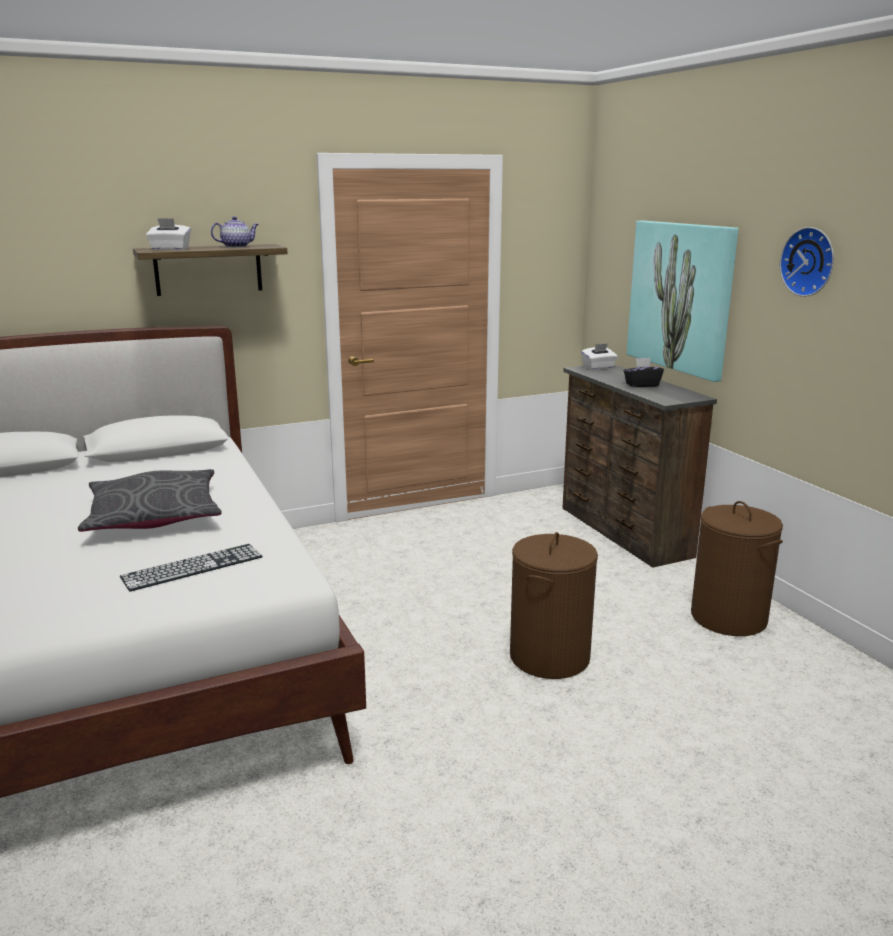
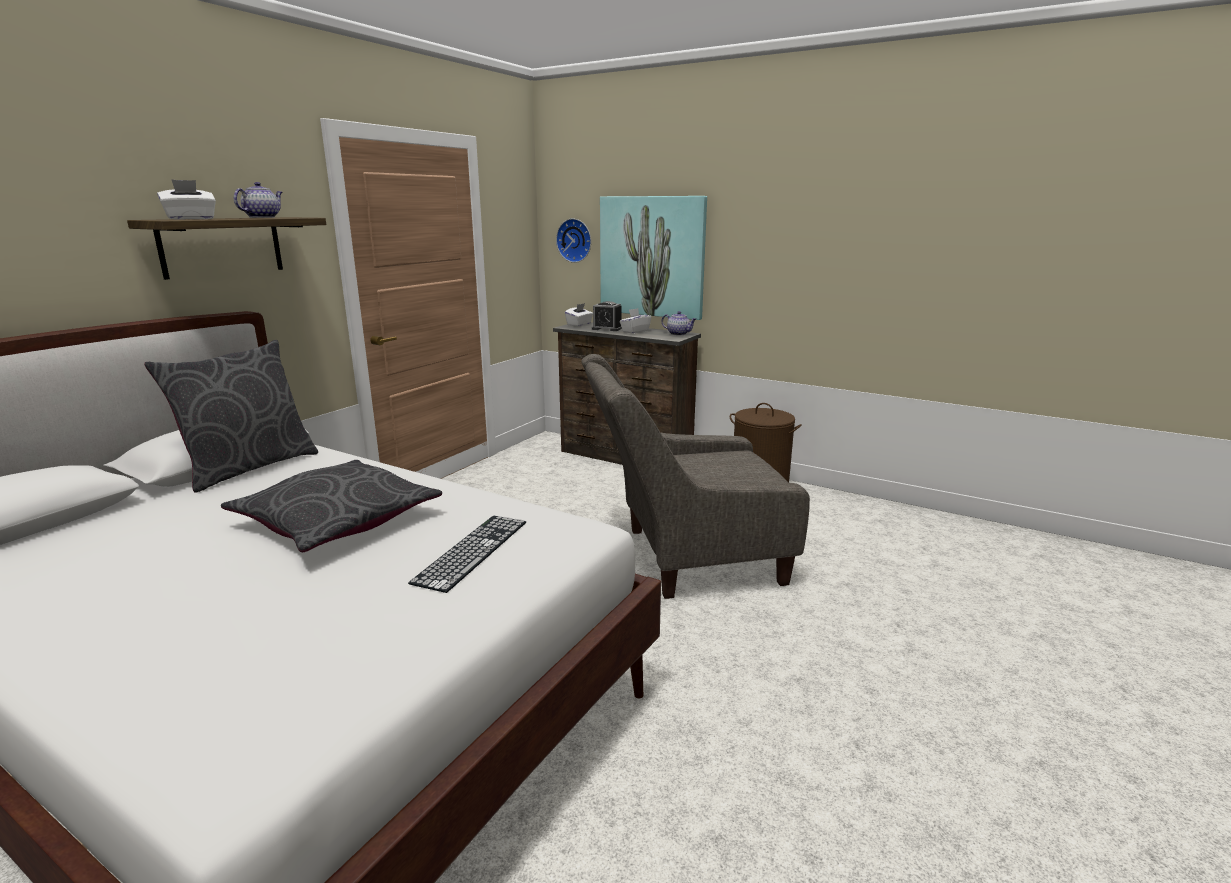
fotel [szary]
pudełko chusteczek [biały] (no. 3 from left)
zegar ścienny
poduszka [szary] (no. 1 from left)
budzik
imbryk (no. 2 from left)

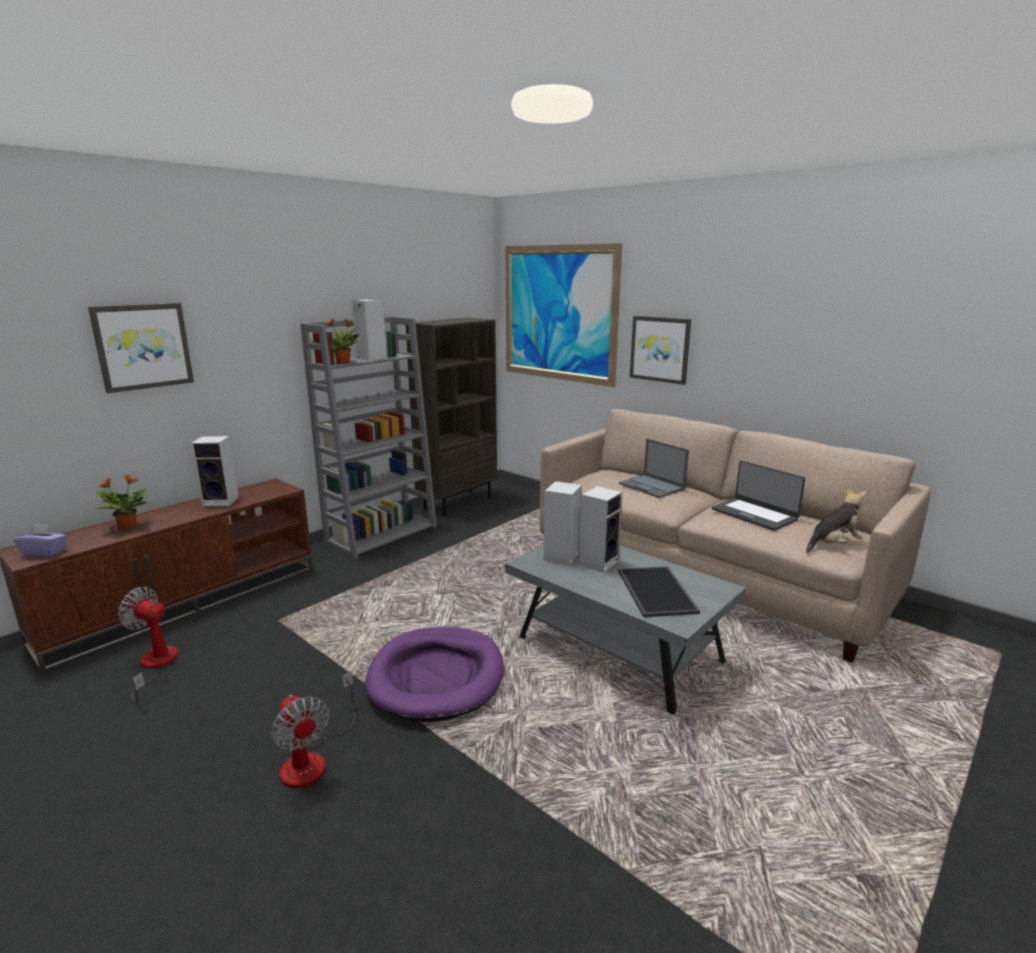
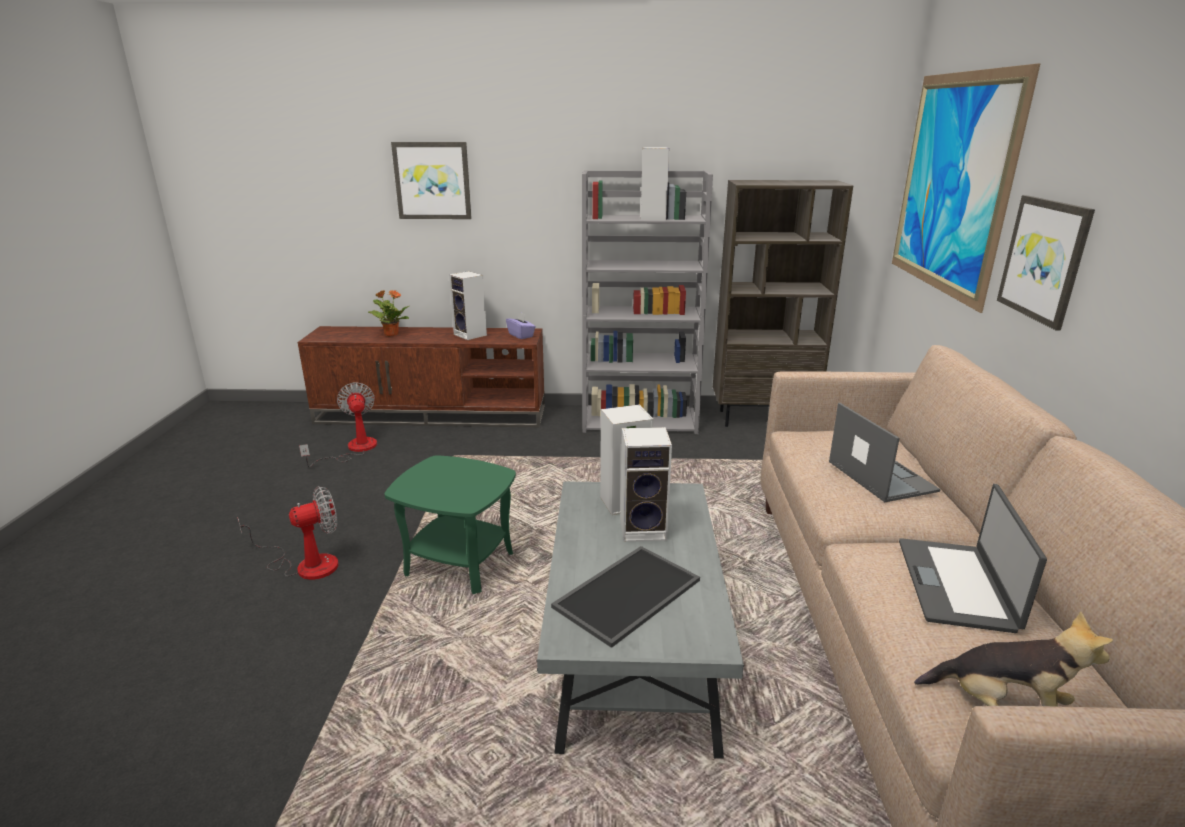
pudełko chusteczek [fioletowy]
wentylator (no. 1 from left)
roślina doniczkowa (no. 2 from left in the first image)
stolik [zielony]
laptop (no. 1 from left)

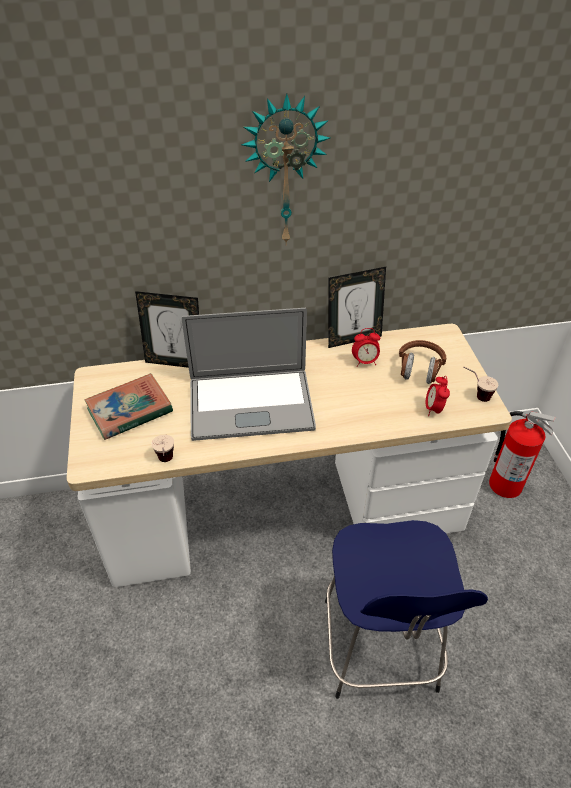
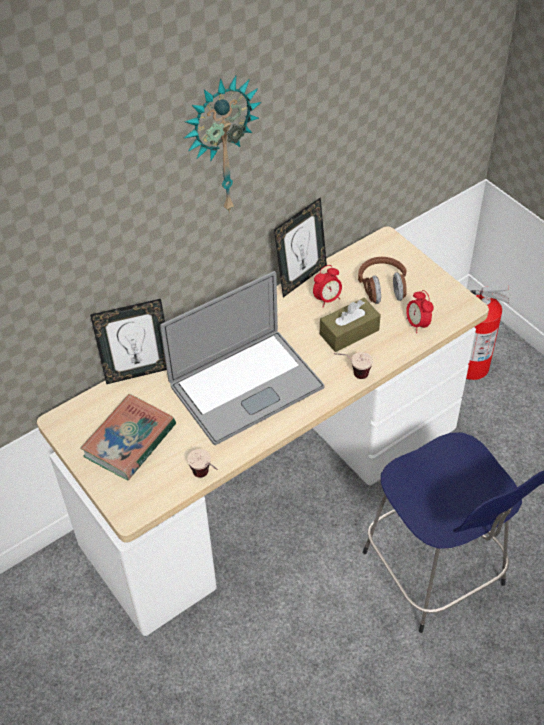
filiżanka (no. 2 from left)
pudełko chusteczek [brązowy]

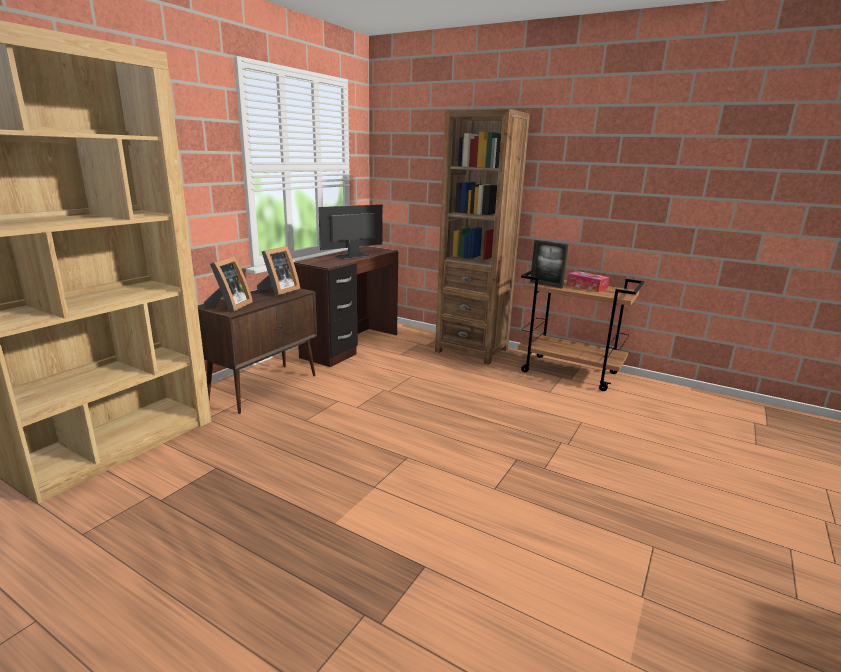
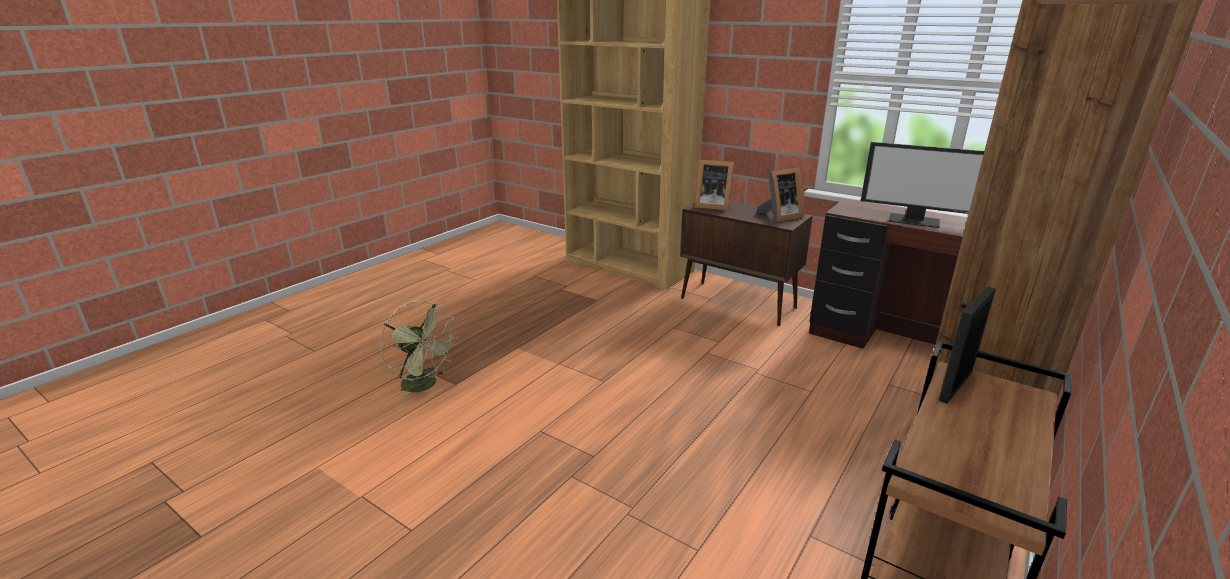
ramka na zdjęcie (no. 2 from left)
monitor
pudełko chusteczek
wentylator [zielony]

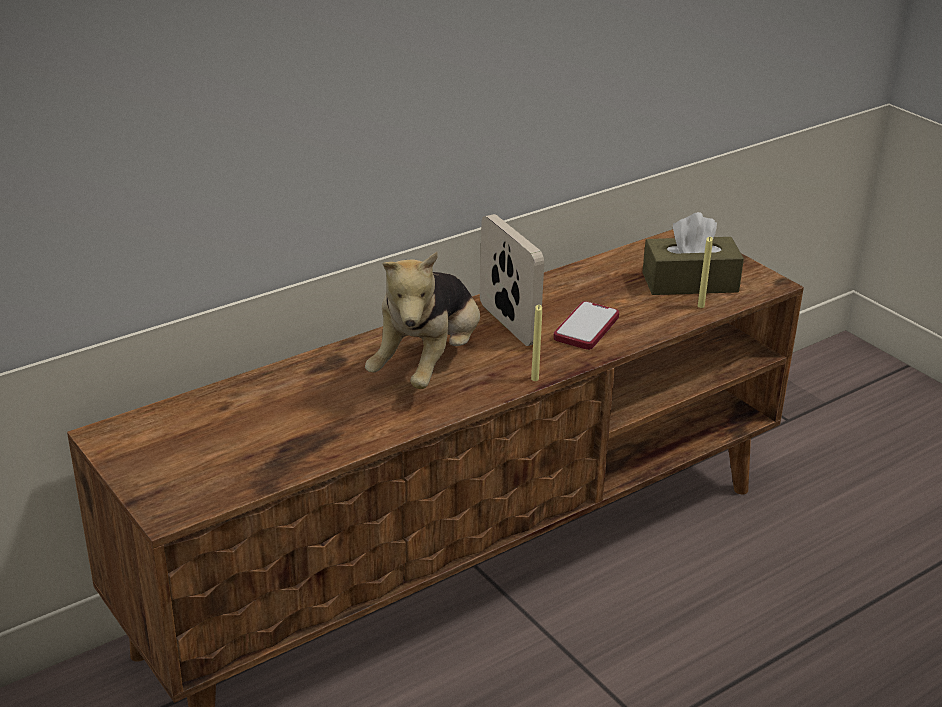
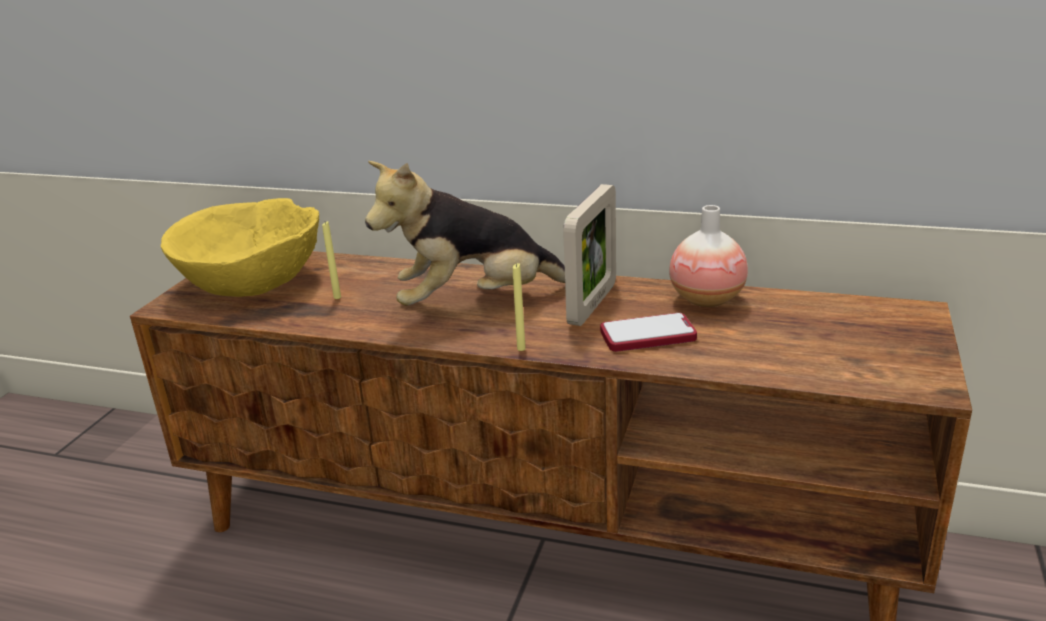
pudełko chusteczek [brązowy]
świeca [żółty] (no. 1 from left)
miska [żółty]
wazon

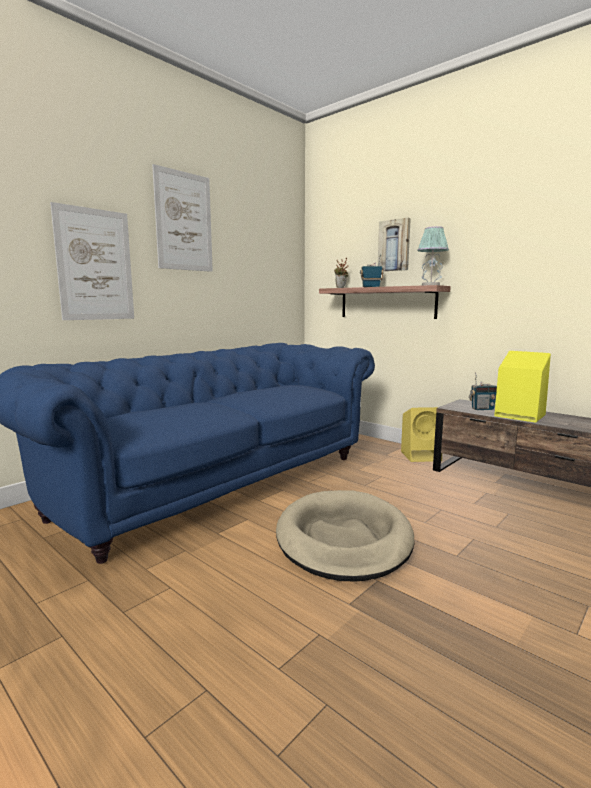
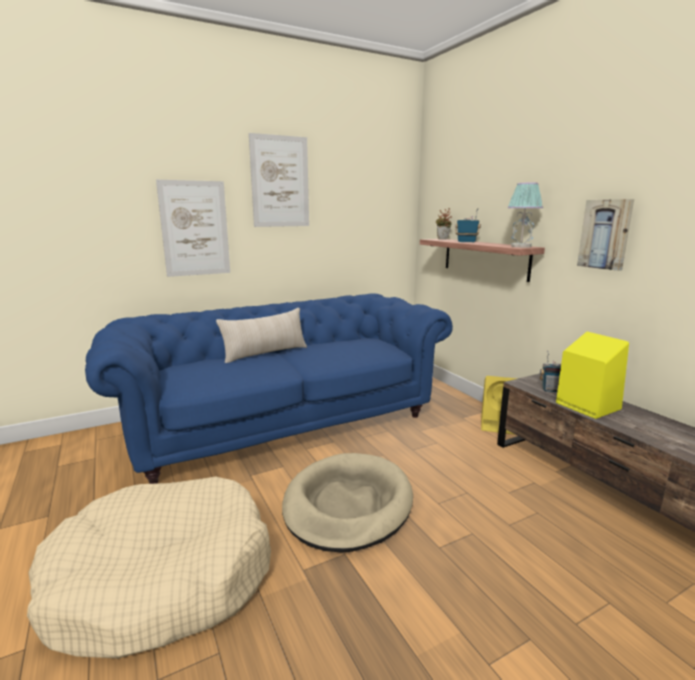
obraz (no. 3 from left)
legowisko [beżowy] (no. 1 from left)
poduszka [beżowy]

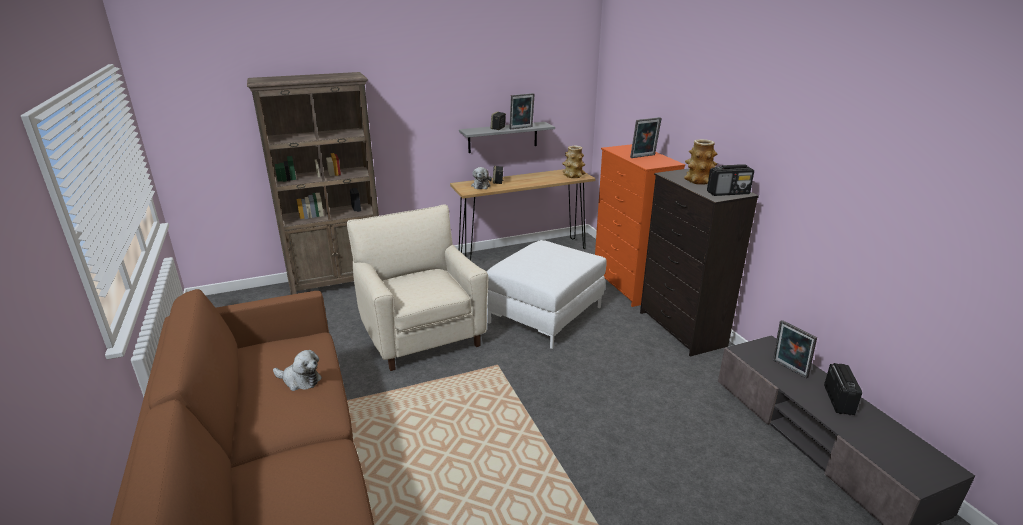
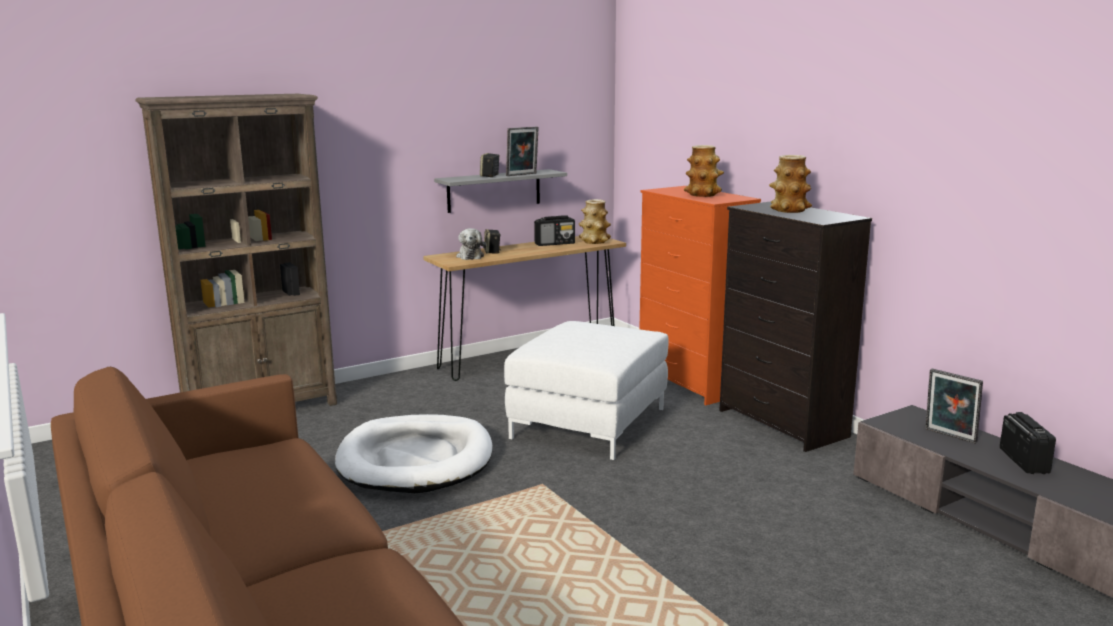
pluszak (no. 1 from left in the first image)
legowisko [biały]
wazon (no. 2 from left)
radio (no. 1 from left)

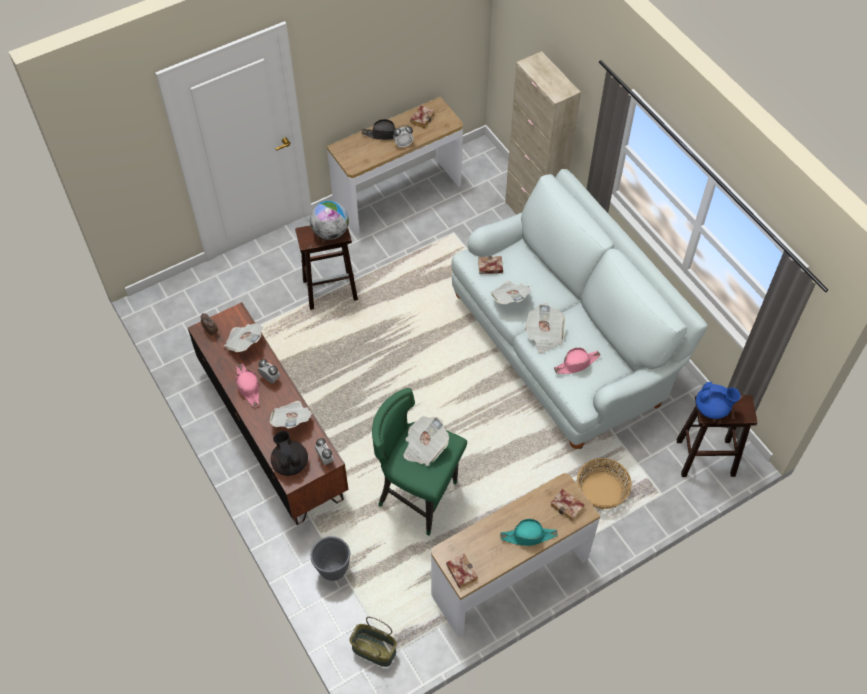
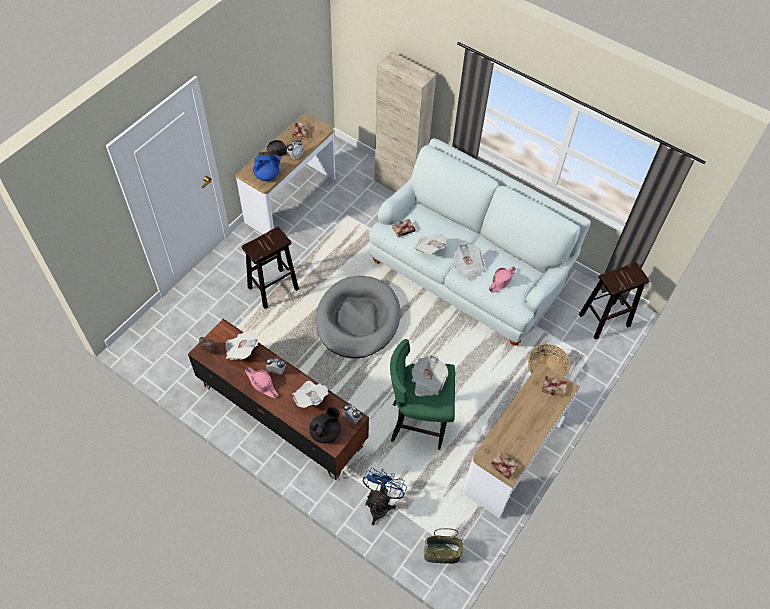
imbryk [czarny]
globus
wentylator [niebieski]
kapelusz [turkusowy]
imbryk [niebieski]
legowisko [szary]

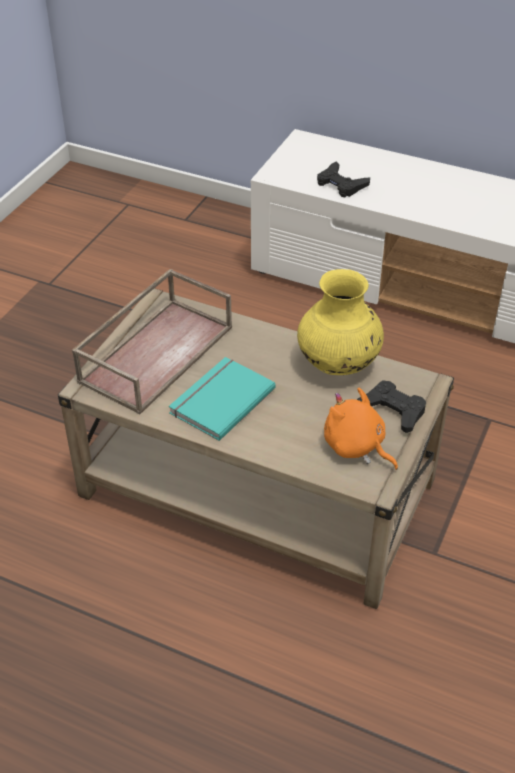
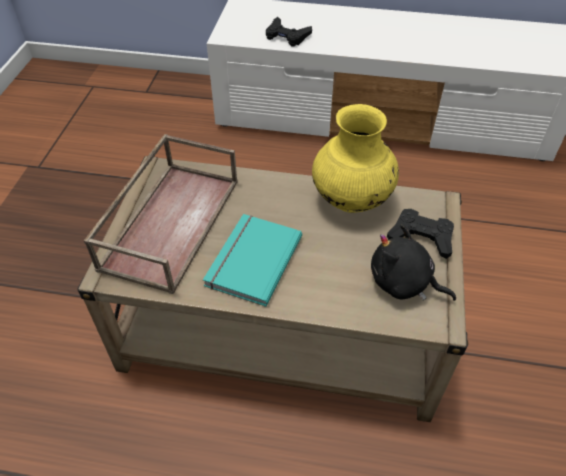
pluszak [czarny]

